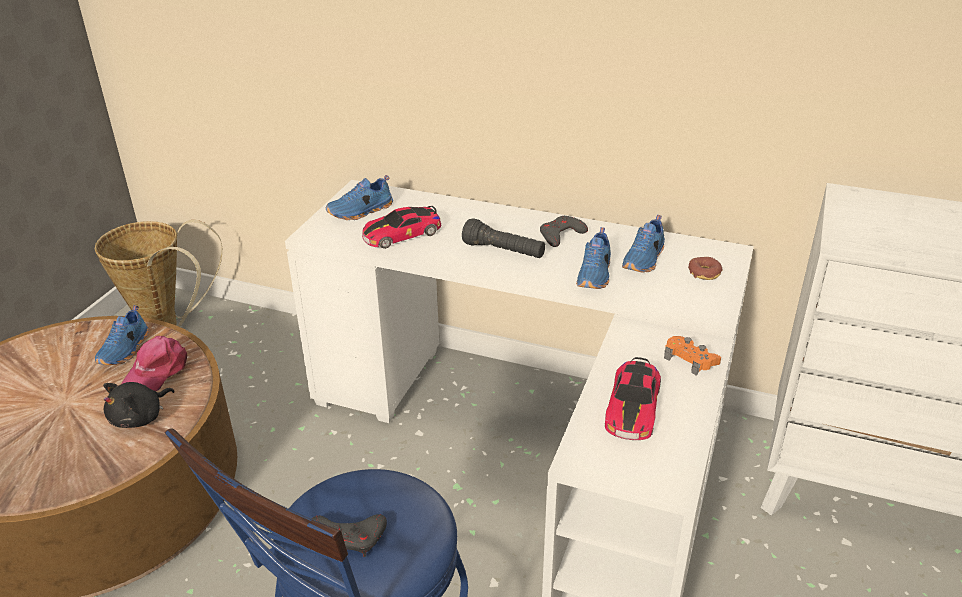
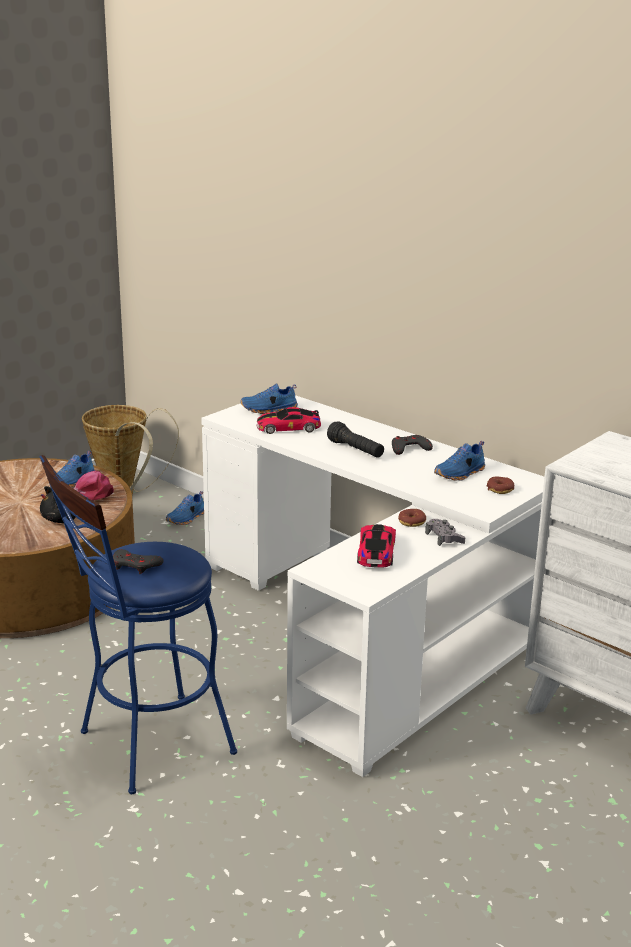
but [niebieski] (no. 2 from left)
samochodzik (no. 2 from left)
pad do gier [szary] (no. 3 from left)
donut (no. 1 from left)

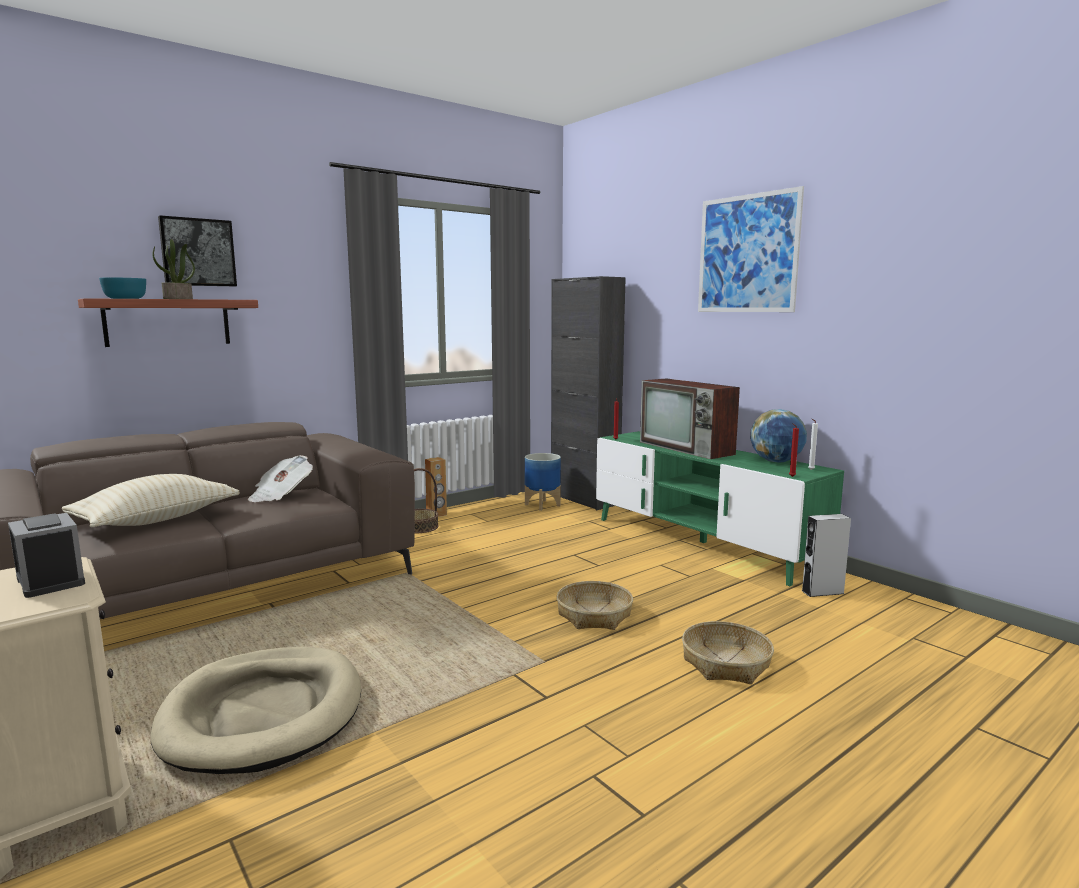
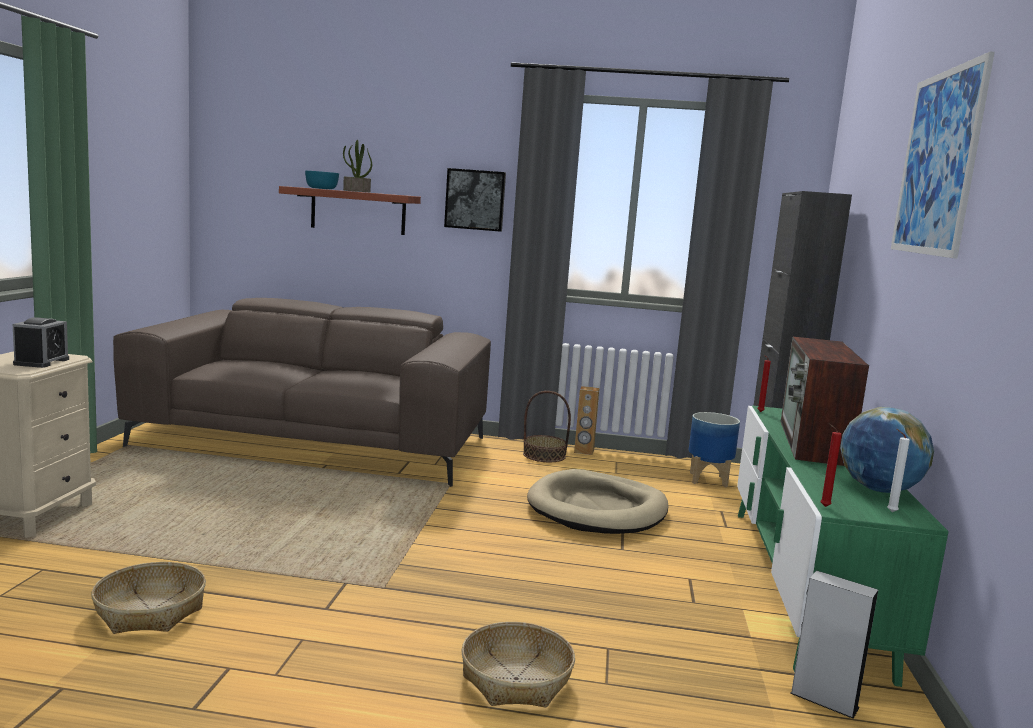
poduszka [beżowy]
legowisko [beżowy]
obraz (no. 1 from left)
gazeta
koszyk (no. 1 from left)

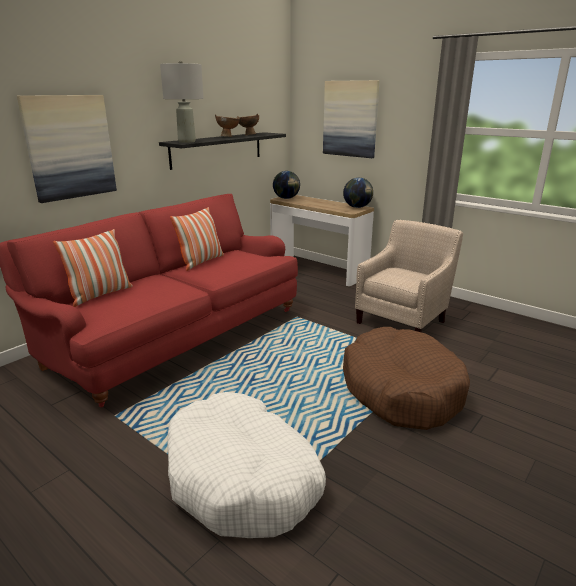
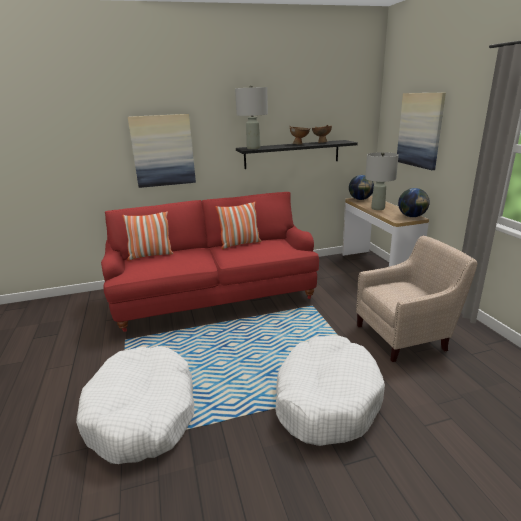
legowisko [biały] (no. 2 from left)
lampa stołowa [szary] (no. 2 from left)

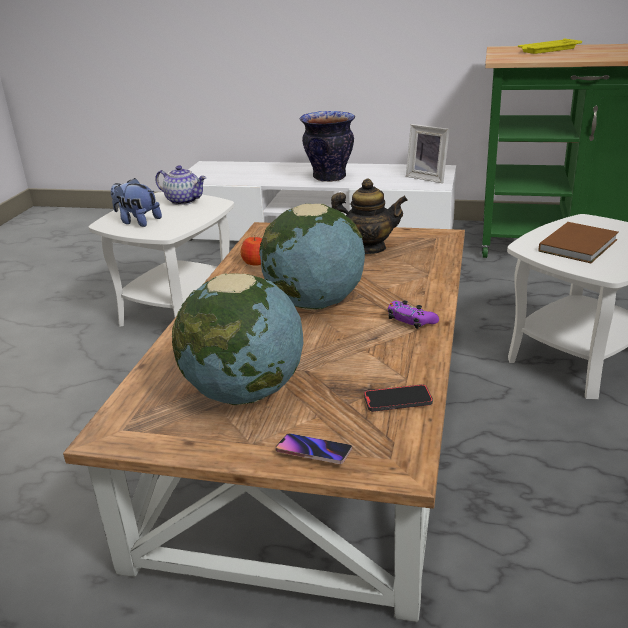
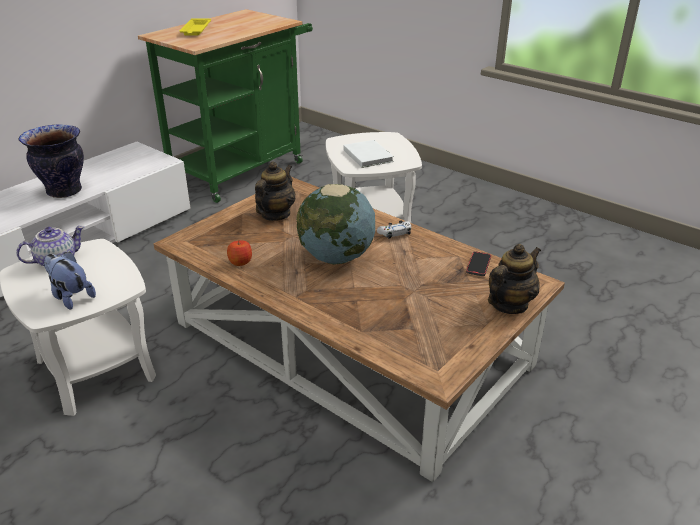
pluszak
globus (no. 1 from left in the first image)
imbryk (no. 3 from left)
pad do gier [biały]
ramka na zdjęcie
książka [biały]

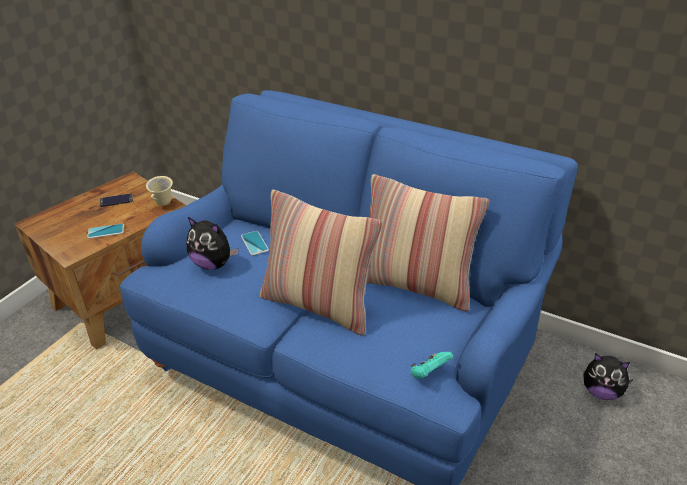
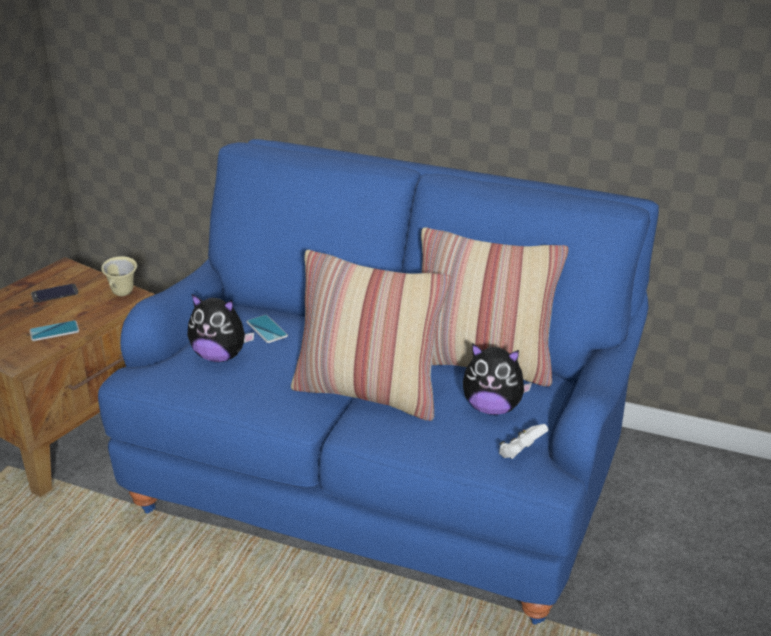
pad do gier [biały]
pluszak (no. 2 from left)

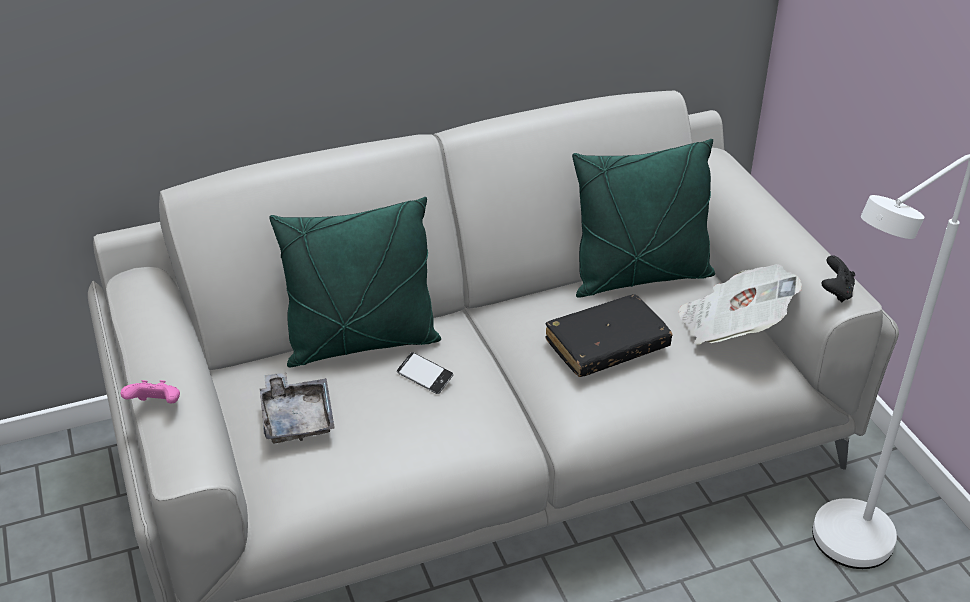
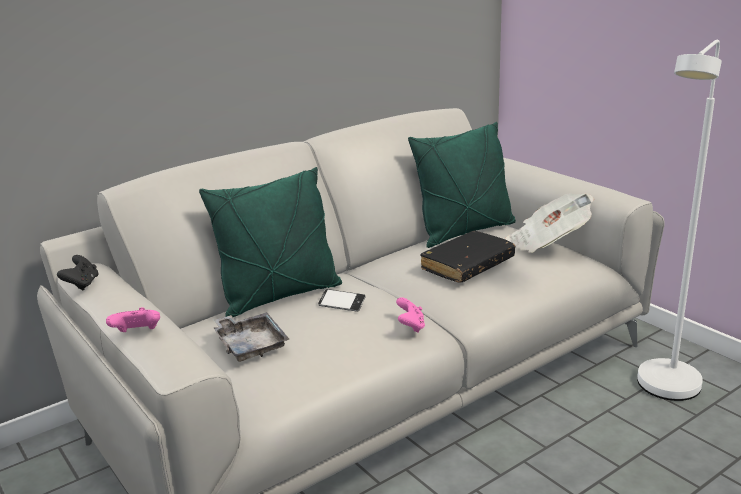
pad do gier [czarny]
pad do gier [różowy] (no. 2 from left)

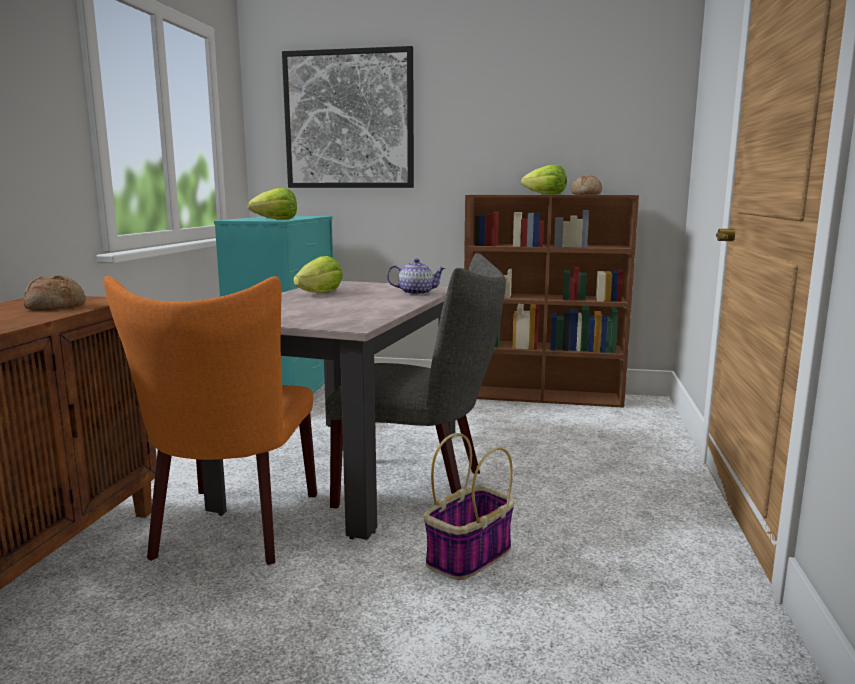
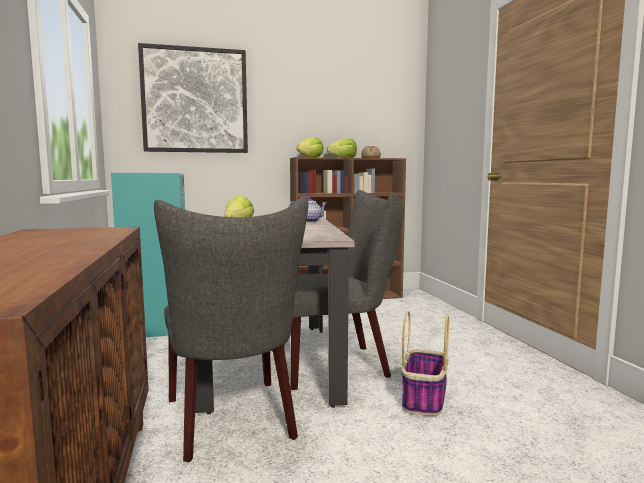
chleb (no. 1 from left in the first image)
krzesło [szary] (no. 1 from left)
sałata (no. 2 from left)

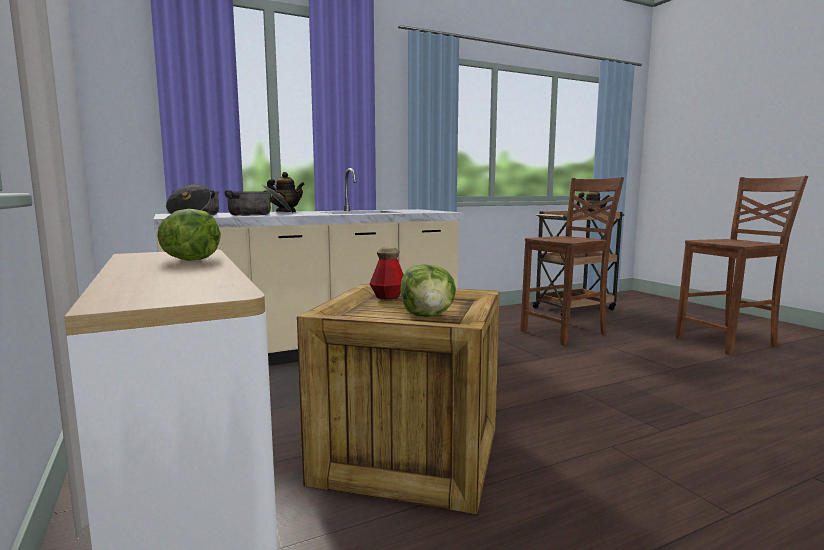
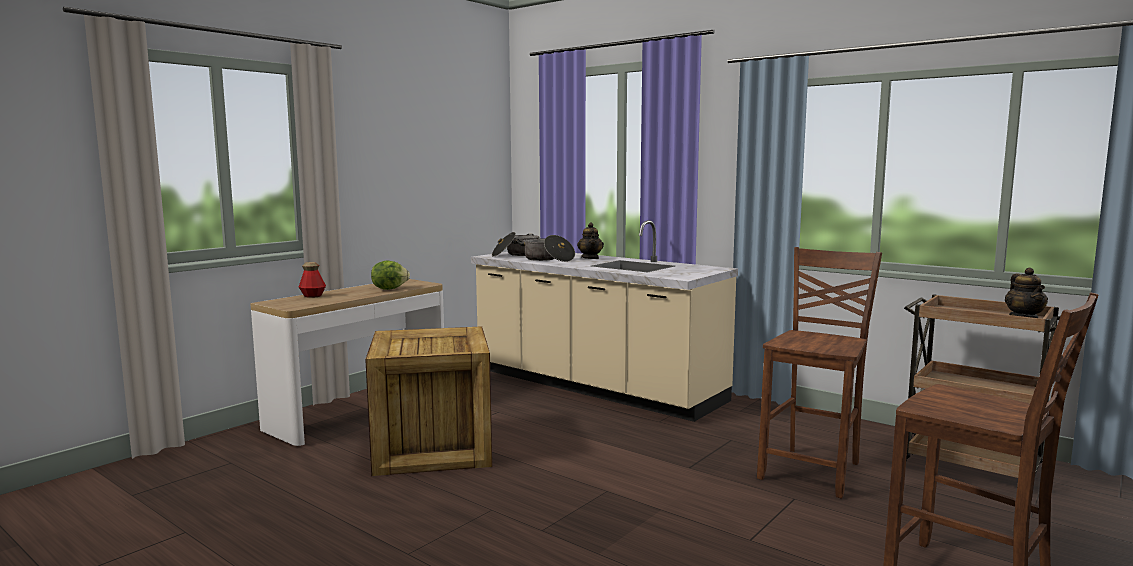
butelka
sałata (no. 2 from left in the first image)
krzesło [brązowy] (no. 1 from left)

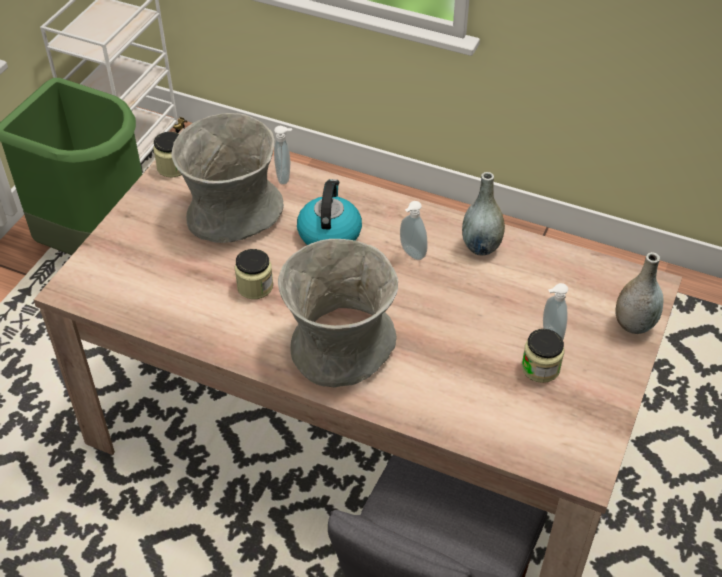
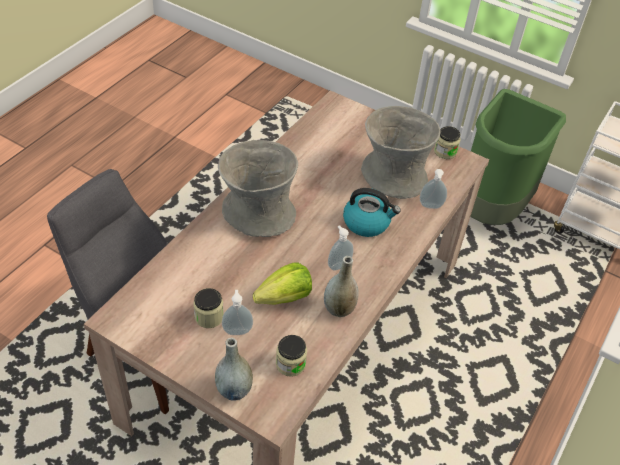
słoik (no. 2 from left)
sałata

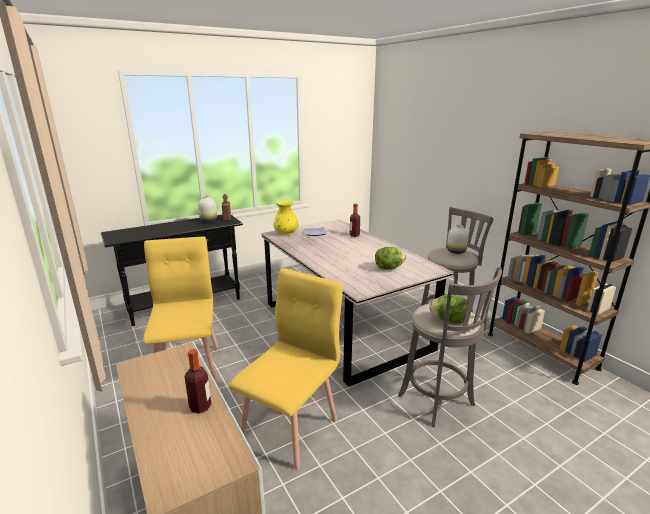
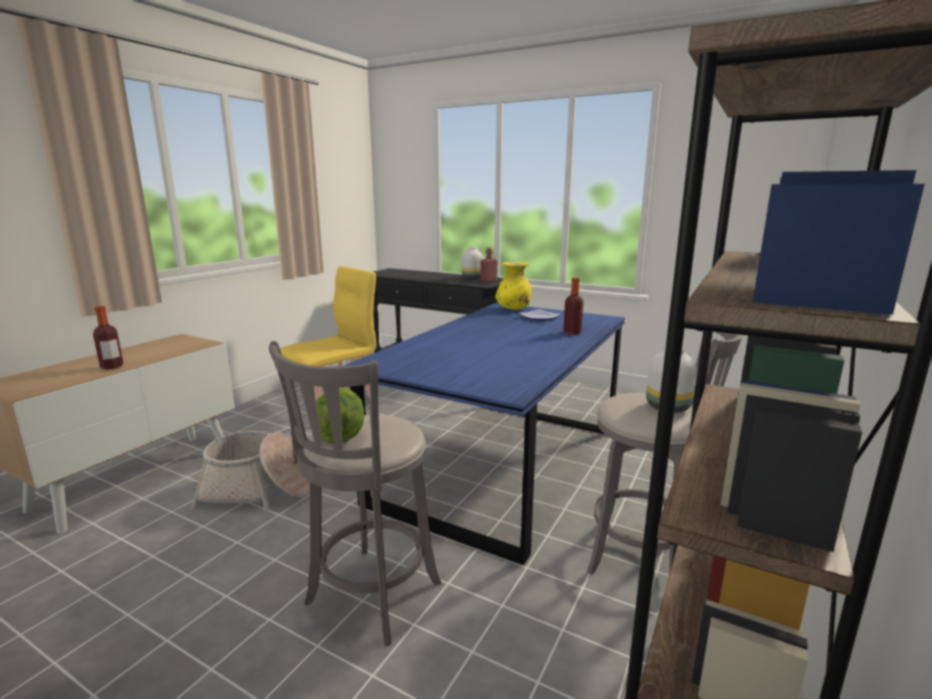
koszyk
stół jadalny [niebieski]
sałata (no. 1 from left in the first image)

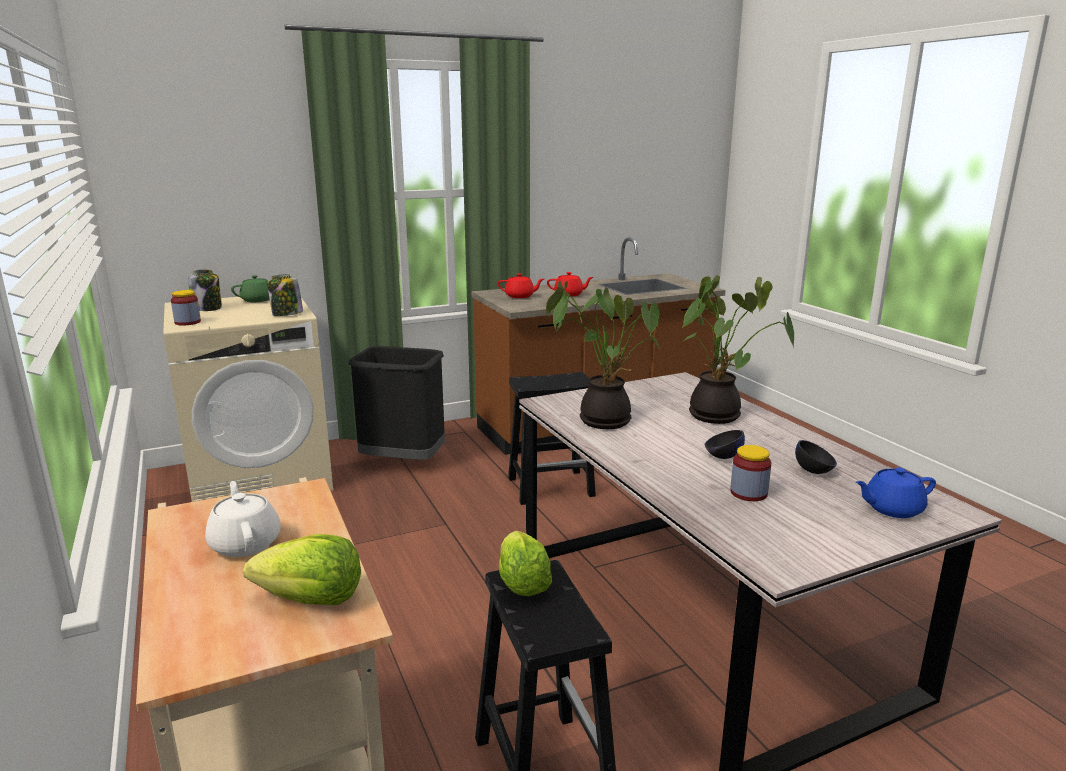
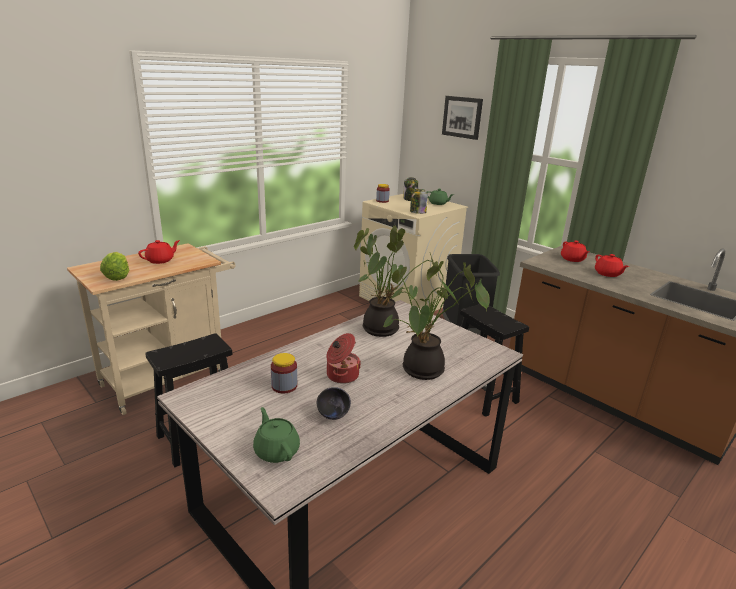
imbryk [czerwony] (no. 1 from left)
sałata (no. 2 from left in the first image)
garnek
imbryk [zielony] (no. 1 from left)
obraz

